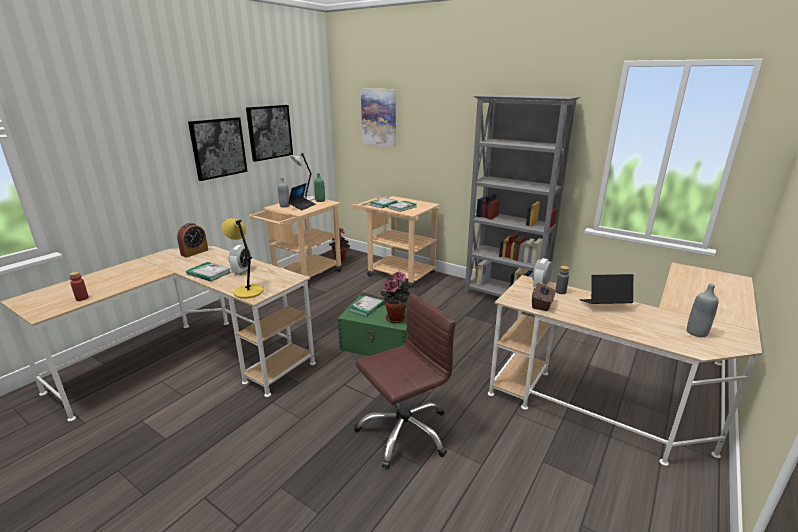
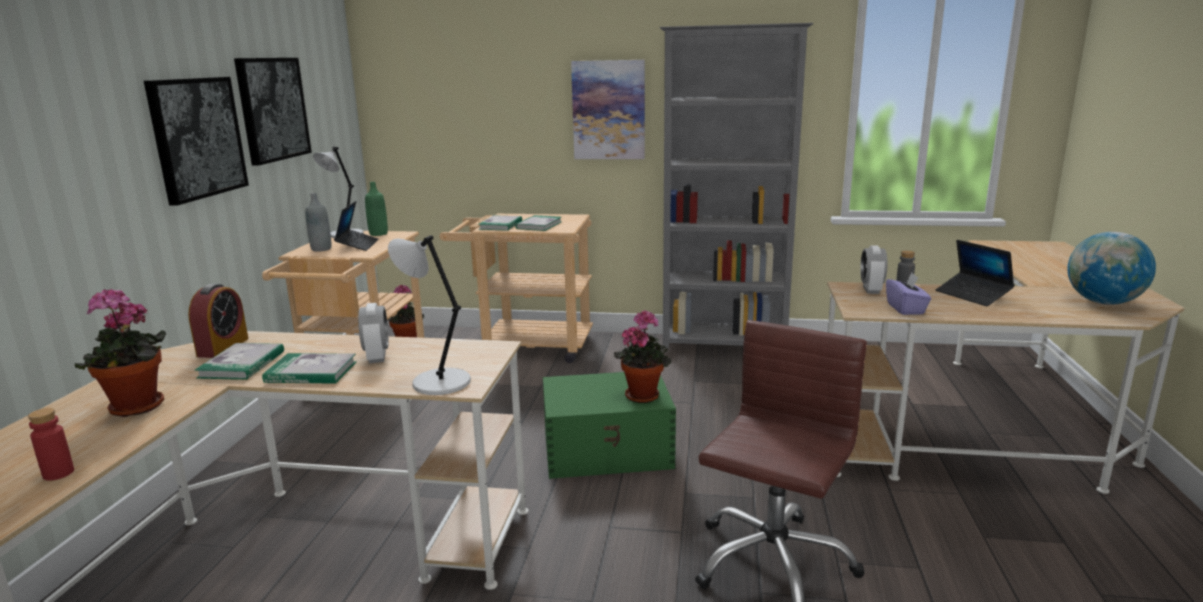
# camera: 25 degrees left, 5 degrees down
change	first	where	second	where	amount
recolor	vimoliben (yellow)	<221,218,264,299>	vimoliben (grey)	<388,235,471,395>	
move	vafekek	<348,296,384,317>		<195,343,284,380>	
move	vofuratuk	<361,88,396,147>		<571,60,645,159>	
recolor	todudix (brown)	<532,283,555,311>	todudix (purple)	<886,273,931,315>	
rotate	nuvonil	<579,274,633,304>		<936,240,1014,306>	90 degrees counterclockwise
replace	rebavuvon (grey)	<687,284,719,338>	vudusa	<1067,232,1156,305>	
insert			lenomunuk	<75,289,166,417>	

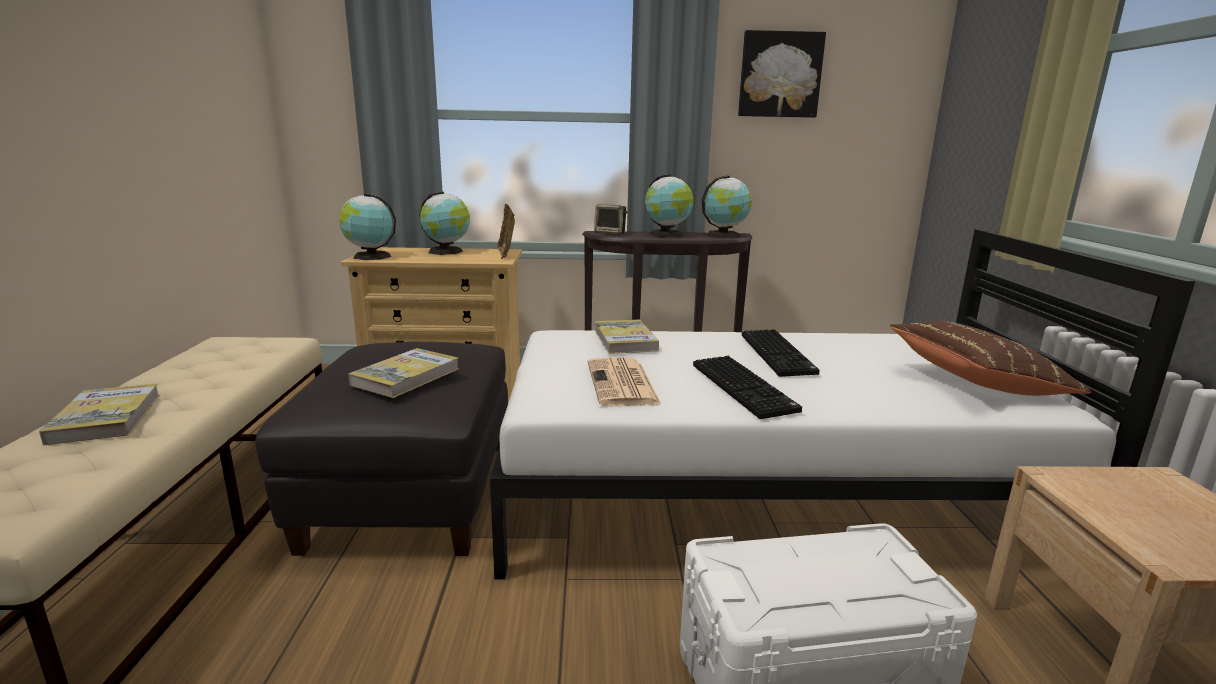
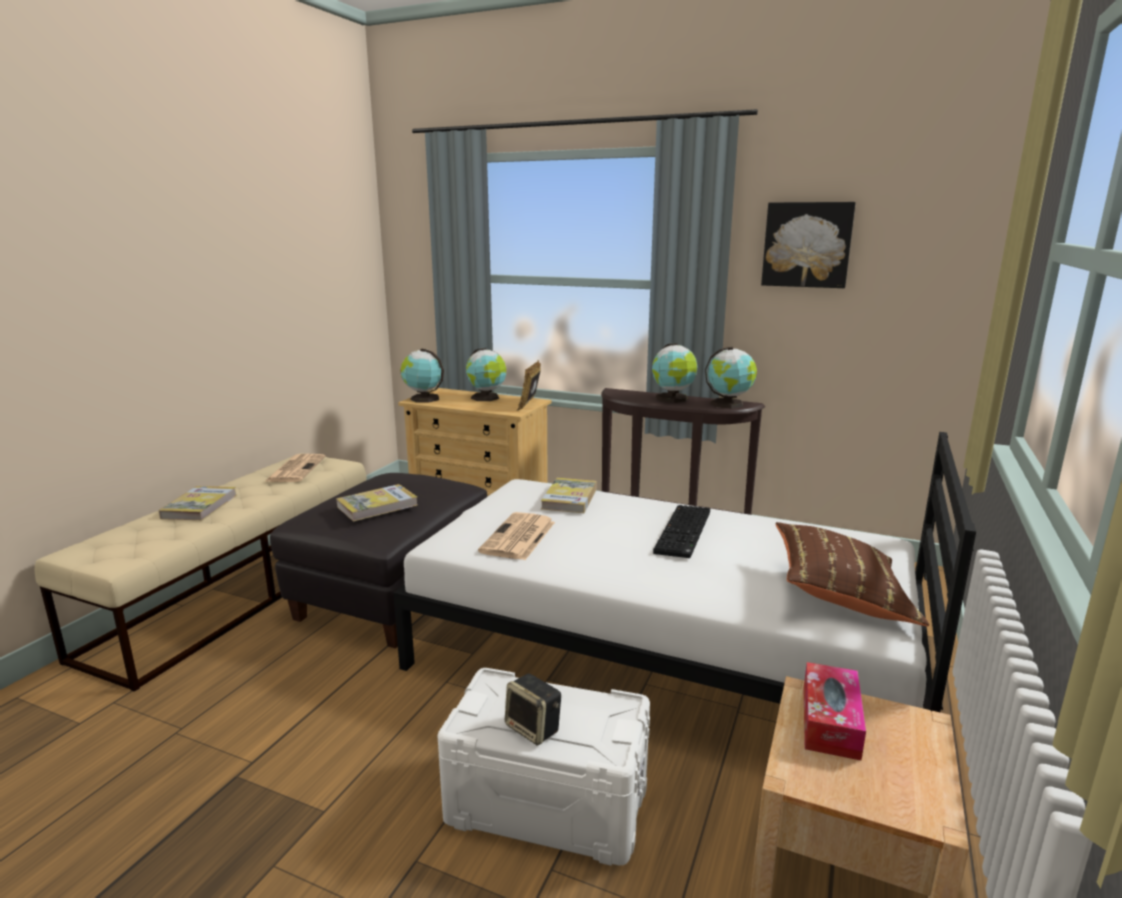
# camera: 25 degrees right, 0 degrees up
change	first	where	second	where	amount
move	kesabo	<594,204,628,235>		<505,673,561,746>	
delete	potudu	<693,356,802,419>			
insert			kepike	<264,454,326,482>	
insert			todudix	<803,662,866,761>	

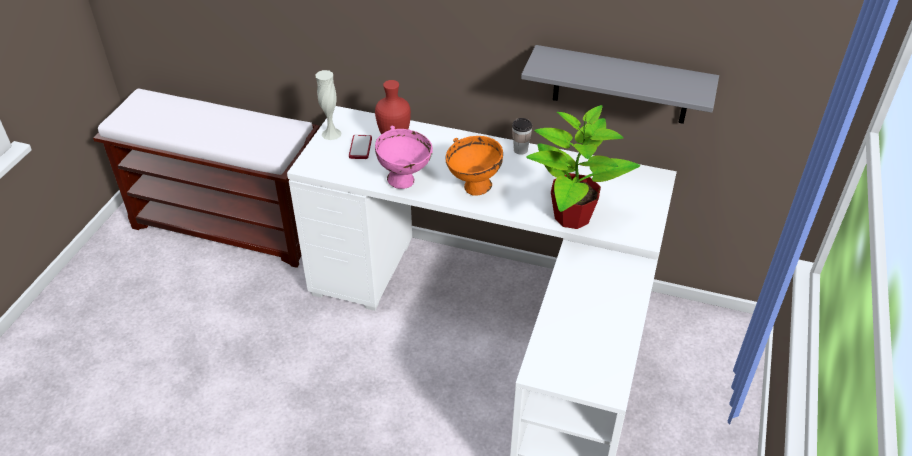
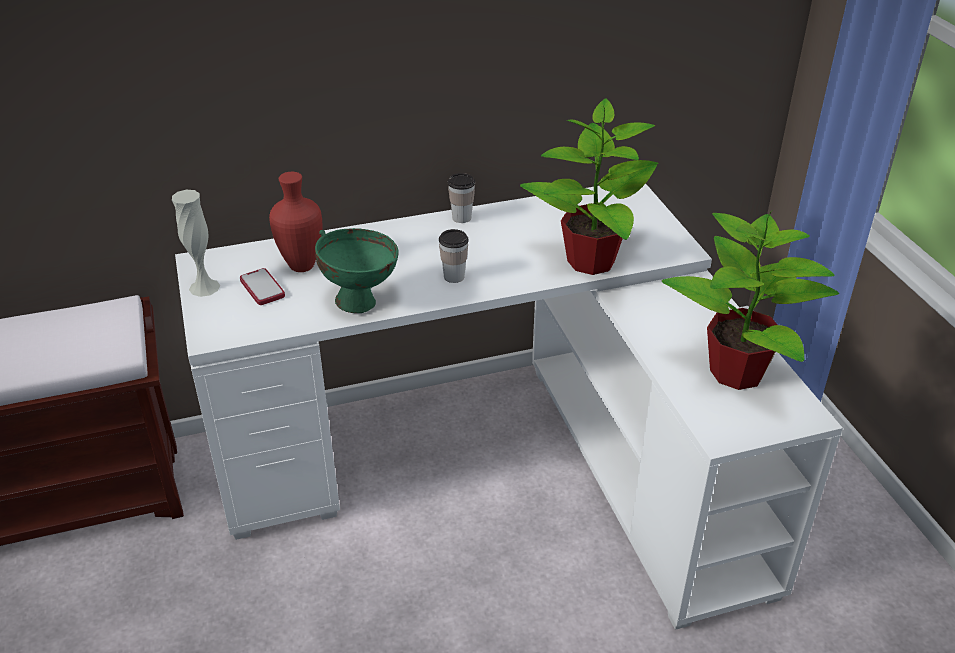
# camera: 35 degrees left, 5 degrees down
change	first	where	second	where	amount
recolor	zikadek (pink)	<375,126,433,189>	zikadek (green)	<315,228,399,313>	
replace	zikadek (orange)	<446,136,503,196>	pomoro	<439,229,469,283>	
delete	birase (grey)	<521,45,719,124>			
insert			lenomunuk	<662,210,839,390>	

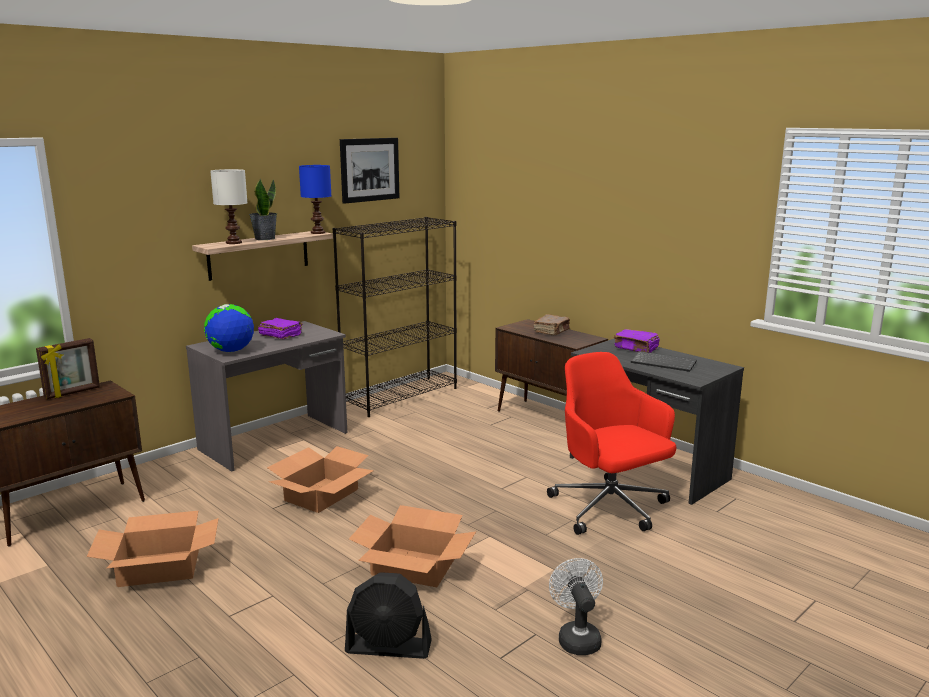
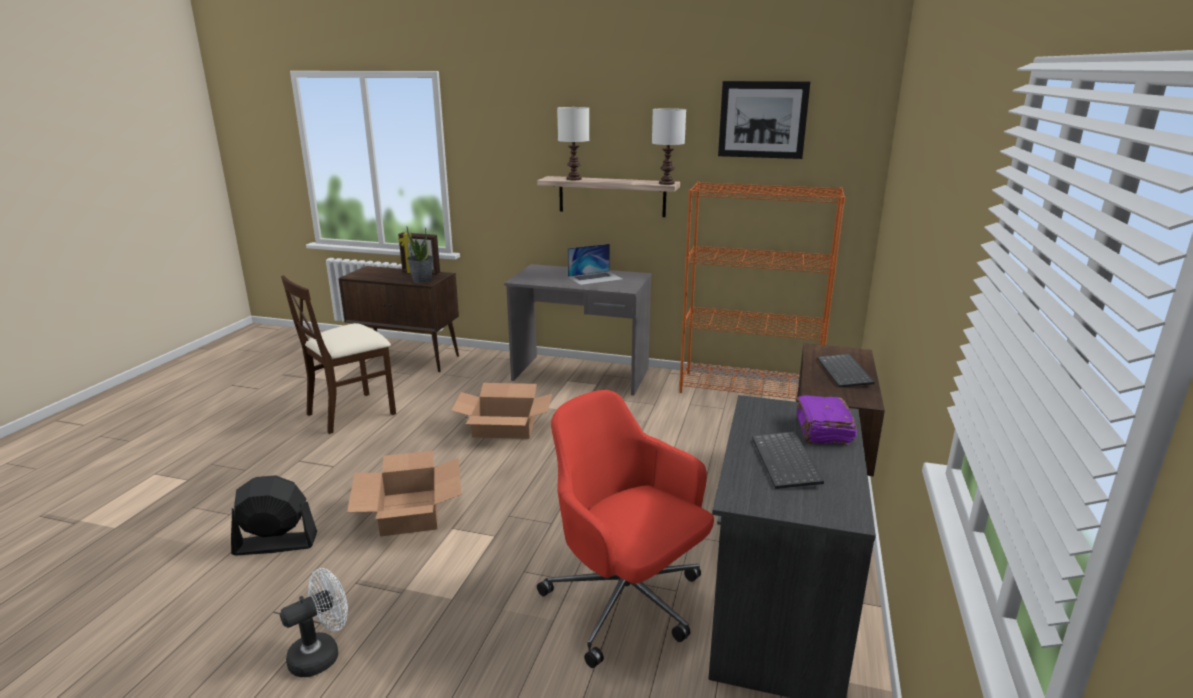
# camera: 60 degrees right, 5 degrees up
change	first	where	second	where	amount
replace	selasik	<87,511,219,587>	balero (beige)	<281,275,396,434>	
delete	vudusa	<204,304,254,352>			
move	lenomunuk	<249,179,277,240>		<406,226,433,283>	
replace	vafekek (purple)	<258,318,303,339>	nuvonil	<567,244,623,285>	
recolor	vimoliben (blue)	<299,165,331,234>	vimoliben (white)	<652,108,686,185>	
recolor	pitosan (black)	<333,217,457,417>	pitosan (orange)	<679,182,845,399>	
rotate	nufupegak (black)	<345,572,432,659>		<231,475,317,555>	105 degrees clockwise
replace	vafekek (brown)	<534,314,570,335>	potudu	<817,354,875,387>	
rotate	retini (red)	<547,352,676,535>		<537,390,714,668>	75 degrees counterclockwise

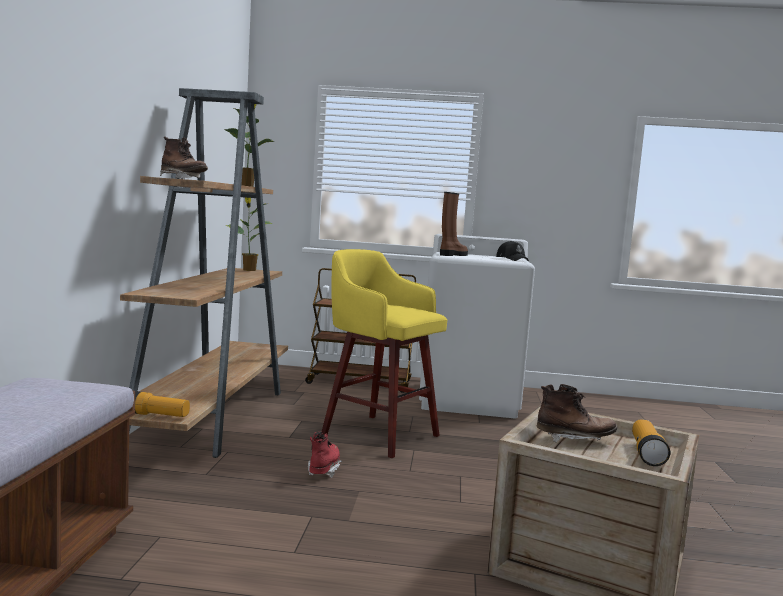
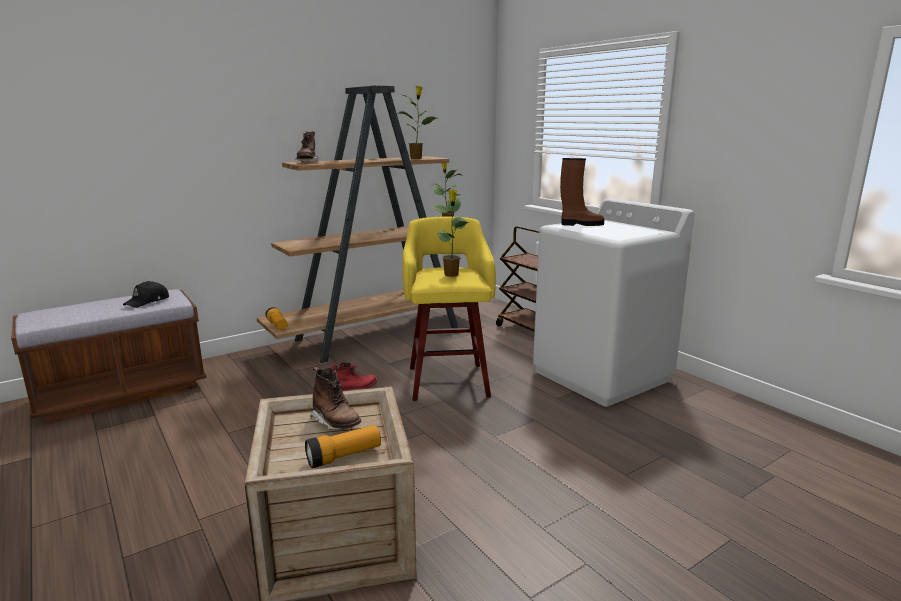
# camera: 50 degrees right, 10 degrees up
change	first	where	second	where	amount
move	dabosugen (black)	<496,241,529,261>		<123,281,169,308>	
insert			lenomunuk	<432,190,469,277>	

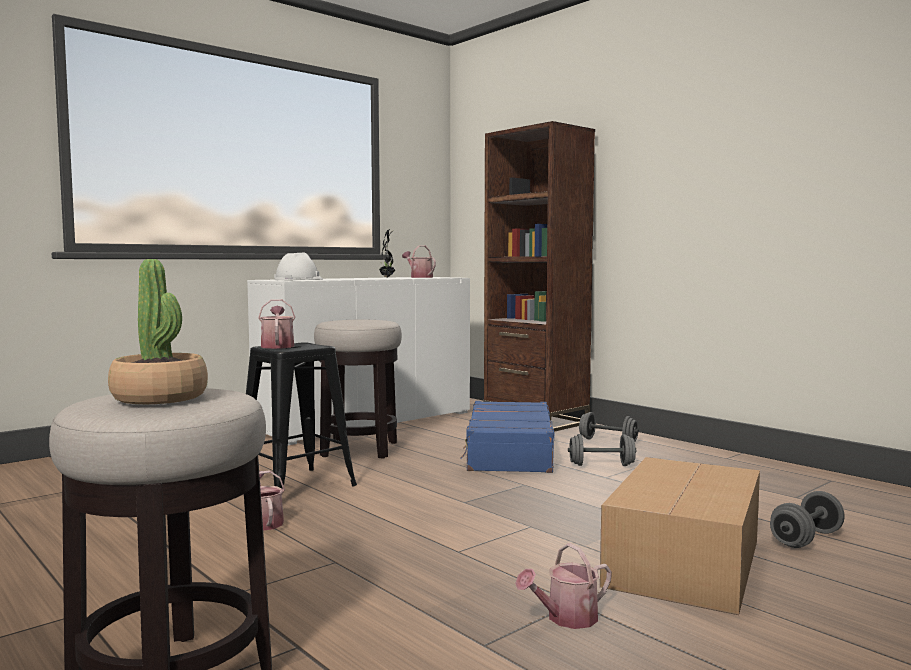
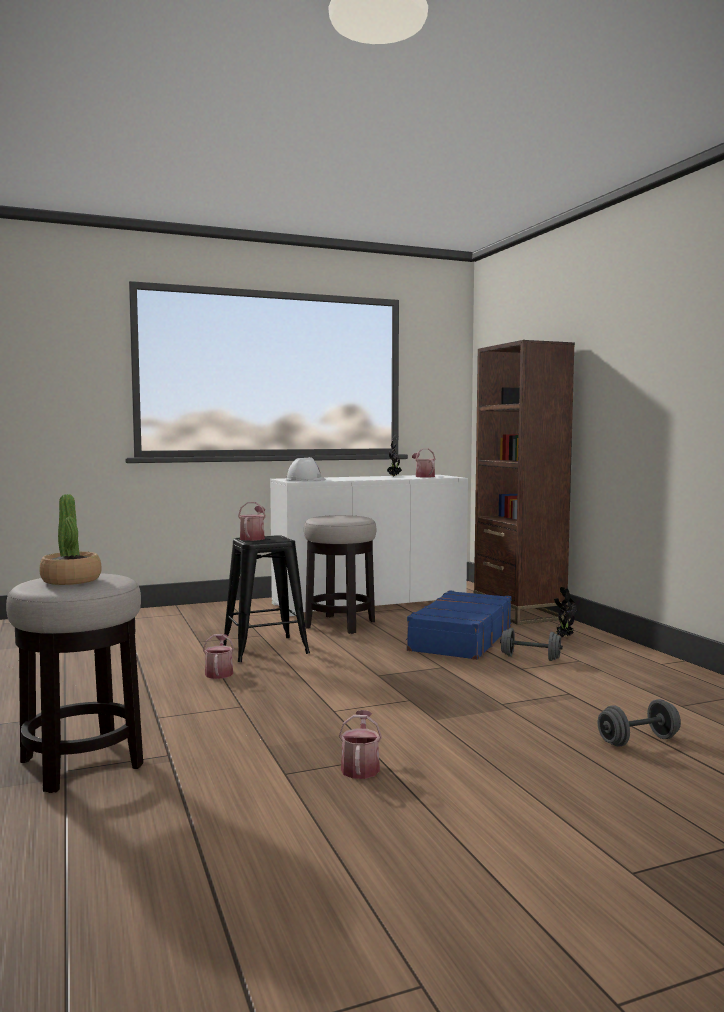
# camera: 20 degrees right, 0 degrees up
change	first	where	second	where	amount
rotate	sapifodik	<515,543,612,629>		<339,710,382,779>	105 degrees clockwise
replace	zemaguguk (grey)	<579,412,639,441>	lenomunuk	<554,587,577,637>	
delete	selasik	<600,457,760,615>			

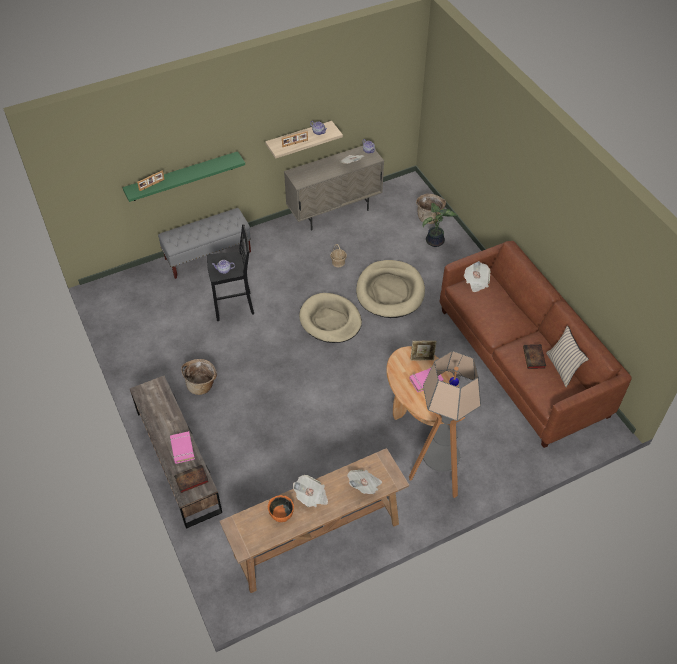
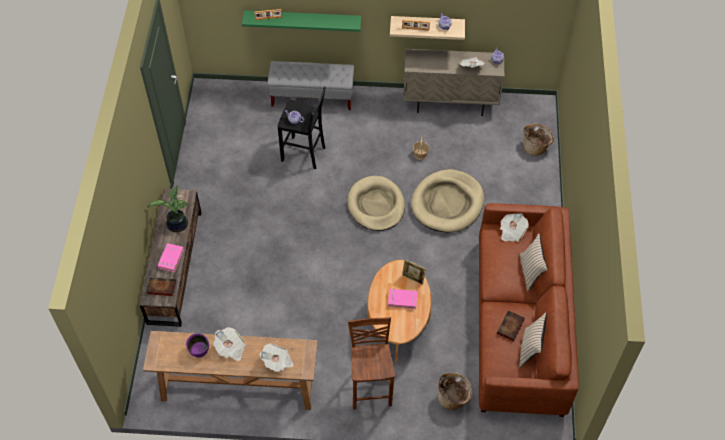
# camera: 30 degrees right, 5 degrees up
change	first	where	second	where	amount
move	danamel	<181,359,217,395>		<438,373,472,410>	
recolor	zikadek (orange)	<268,495,294,522>	zikadek (purple)	<186,333,209,358>	
replace	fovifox	<409,351,481,498>	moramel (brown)	<348,317,395,410>	
move	lenomunuk	<422,203,458,247>		<147,185,189,232>	
insert			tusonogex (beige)	<520,233,548,291>	

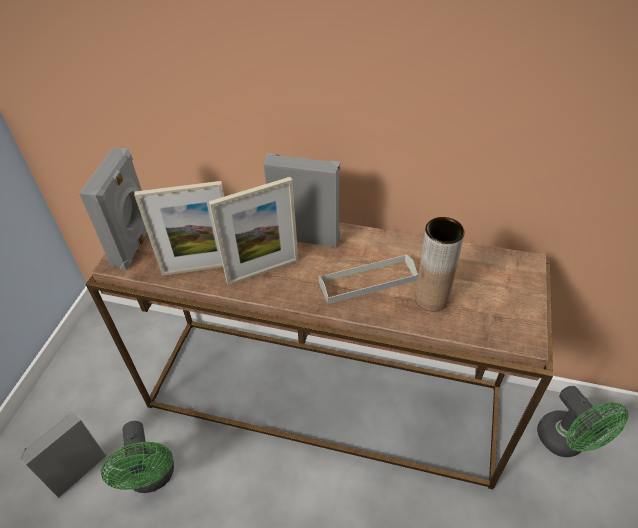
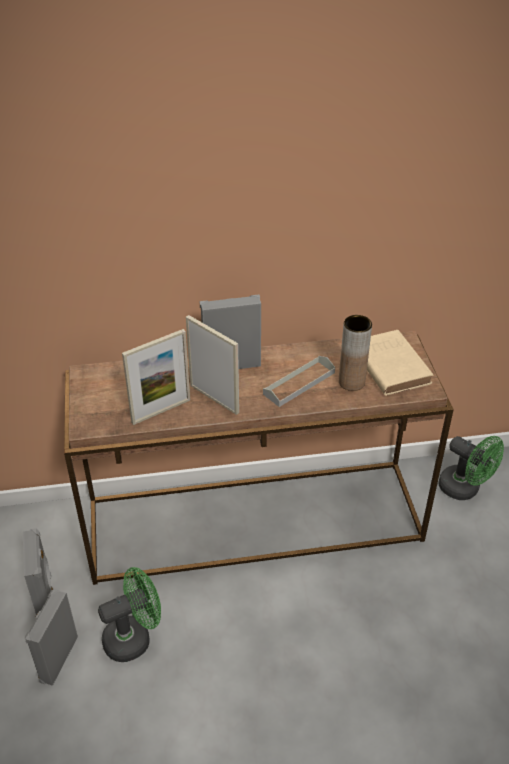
# camera: 25 degrees left, 5 degrees down
change	first	where	second	where	amount
move	kesabo (grey)	<79,148,147,270>		<23,528,53,615>	
rotate	nufupegak (green)	<101,421,174,493>		<98,567,161,662>	75 degrees counterclockwise
rotate	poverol	<209,177,298,285>		<186,315,239,415>	90 degrees counterclockwise
insert			vafekek (beige)	<367,330,434,396>	

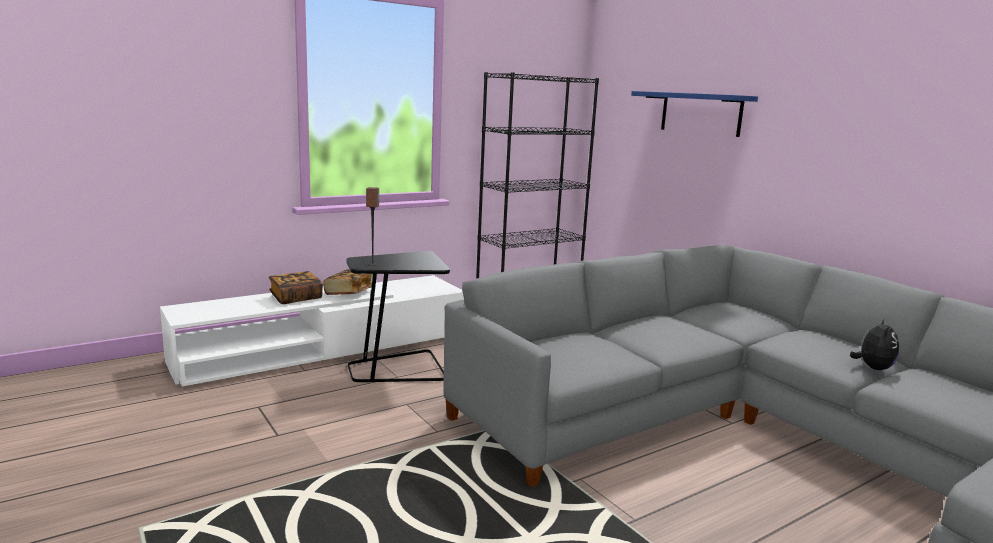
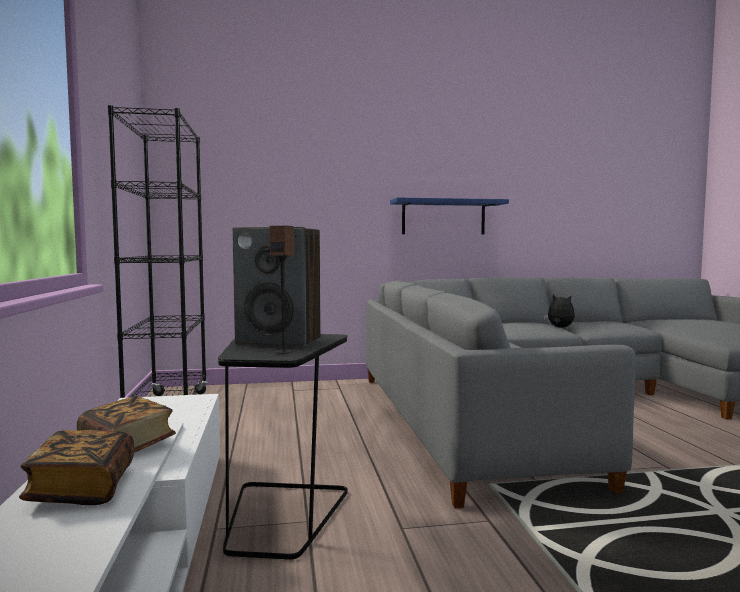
# camera: 65 degrees left, 10 degrees down
change	first	where	second	where	amount
move	birase (blue)	<631,91,758,137>		<390,198,509,234>	
insert			kesabo	<232,227,321,347>	

